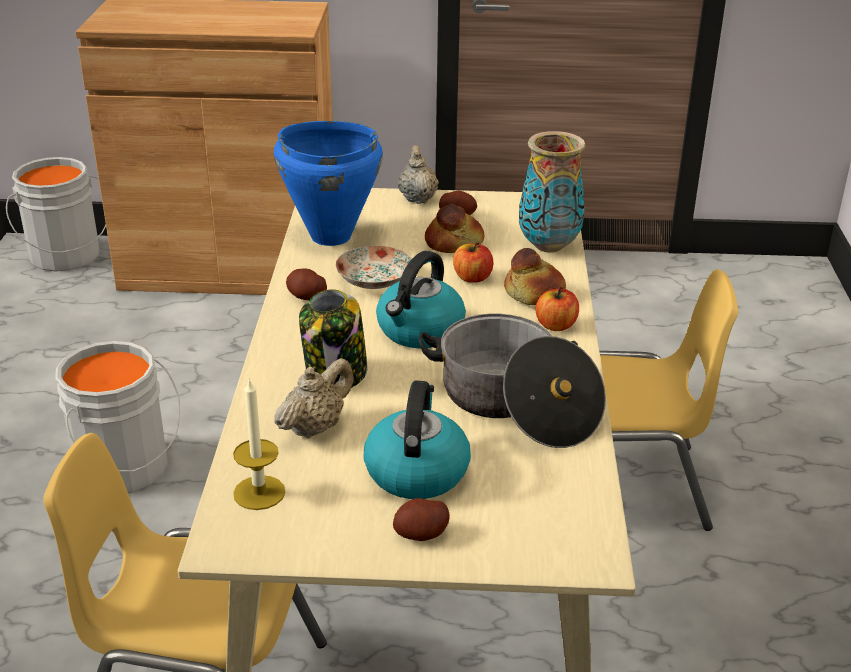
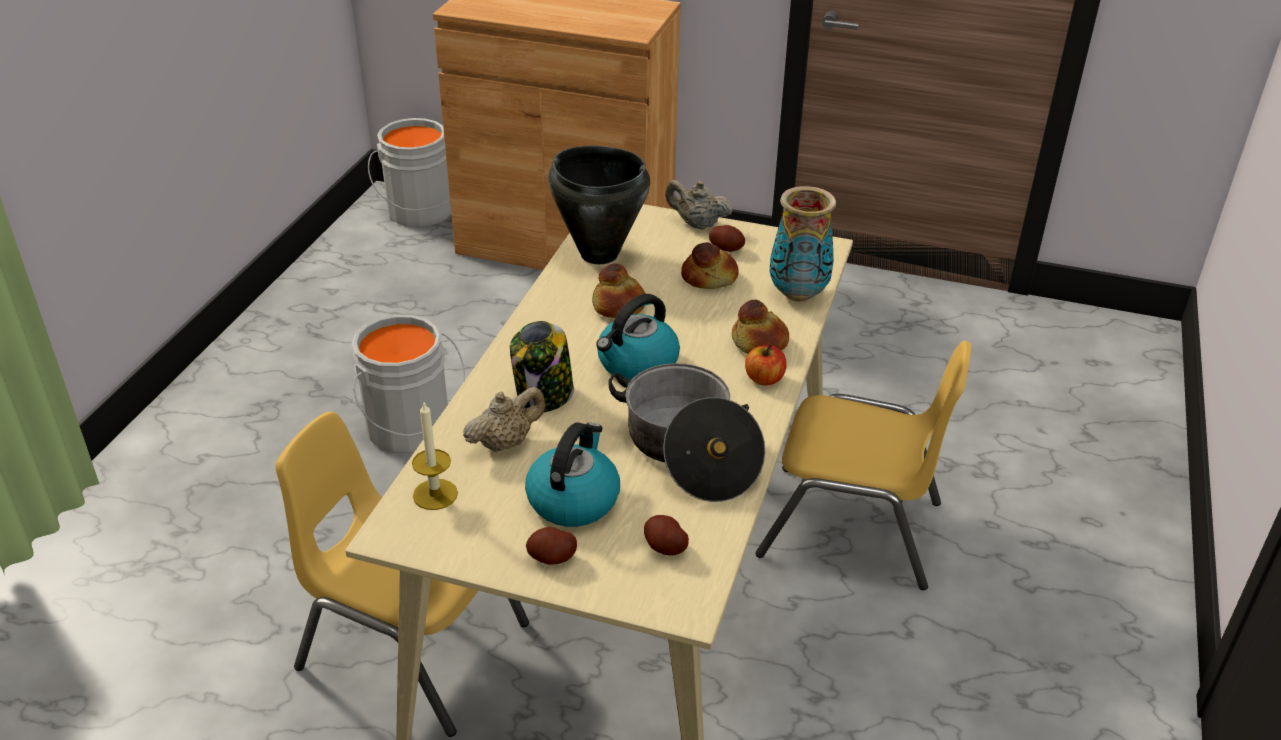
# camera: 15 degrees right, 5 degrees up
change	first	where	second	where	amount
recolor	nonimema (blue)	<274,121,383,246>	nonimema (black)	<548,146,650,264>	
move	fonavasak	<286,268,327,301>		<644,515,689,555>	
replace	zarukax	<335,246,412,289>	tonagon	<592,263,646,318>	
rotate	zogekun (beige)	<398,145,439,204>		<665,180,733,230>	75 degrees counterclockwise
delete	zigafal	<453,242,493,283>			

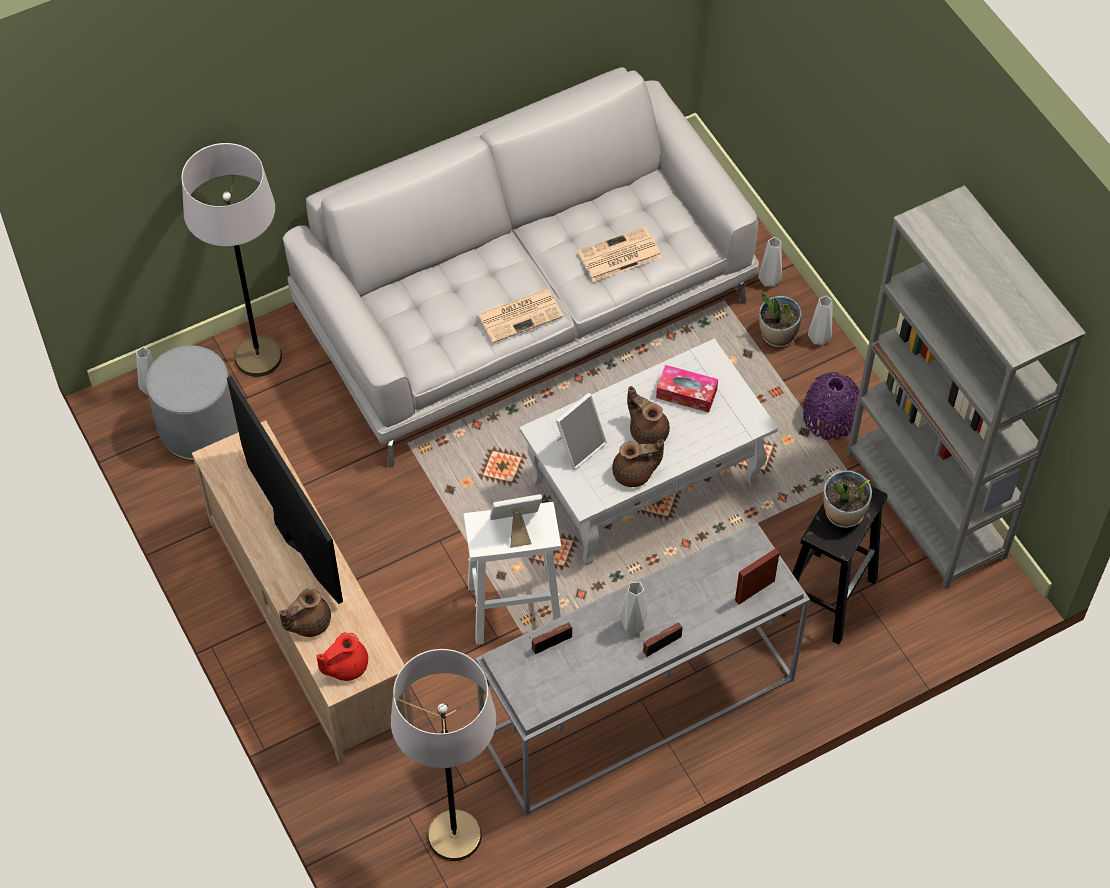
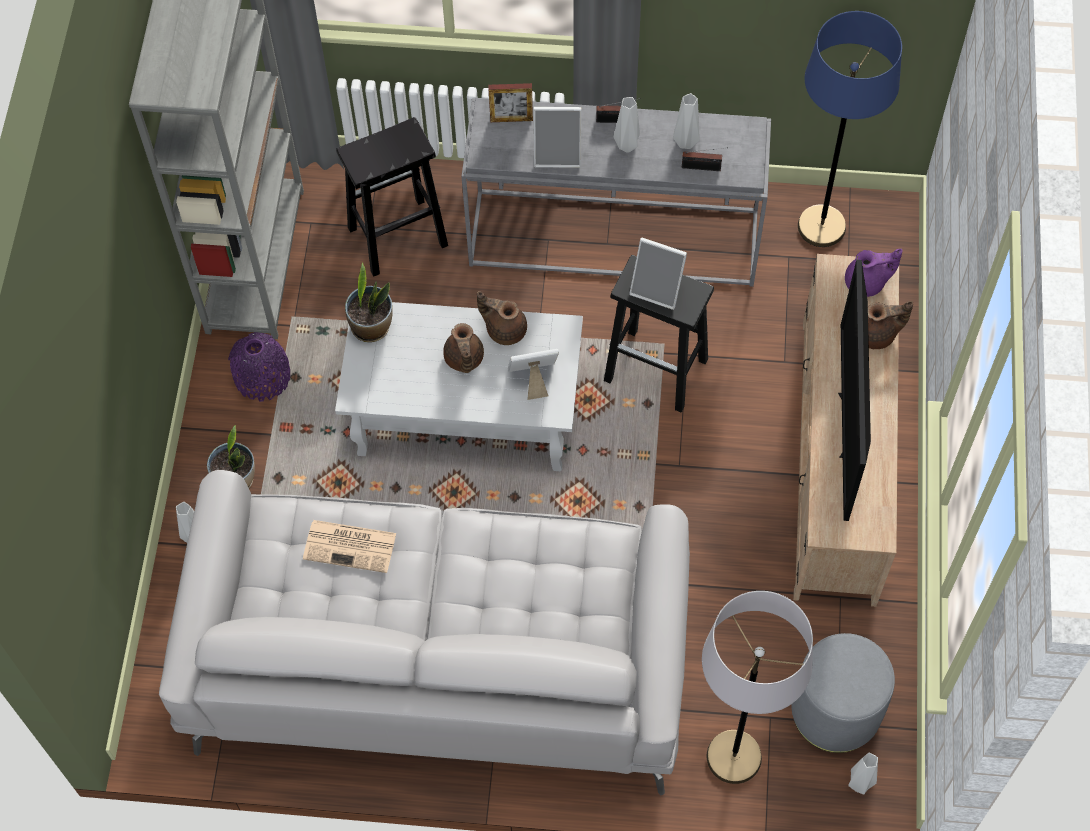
# camera: 145 degrees left, 5 degrees up
change	first	where	second	where	amount
recolor	zogekun (red)	<317,632,368,681>	zogekun (purple)	<845,249,902,297>	
recolor	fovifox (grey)	<391,649,496,861>	fovifox (blue)	<798,11,902,247>	
recolor	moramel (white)	<464,502,561,645>	moramel (black)	<604,255,714,413>	
delete	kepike	<477,289,563,343>			
delete	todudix	<656,365,718,413>			
move	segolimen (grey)	<808,296,833,345>		<673,93,700,149>	
move	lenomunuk	<823,470,872,528>		<345,263,393,342>	
insert			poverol	<534,107,582,168>	

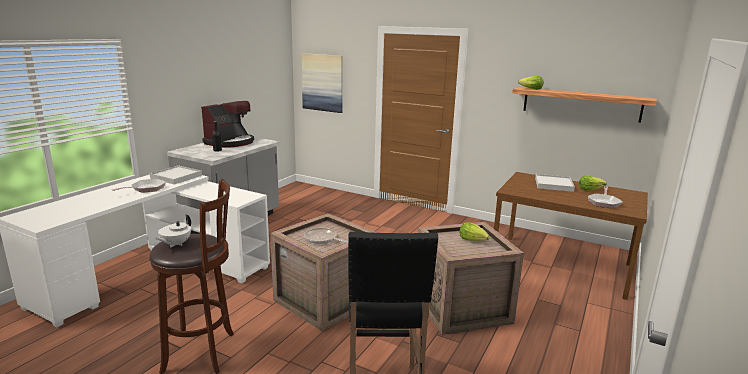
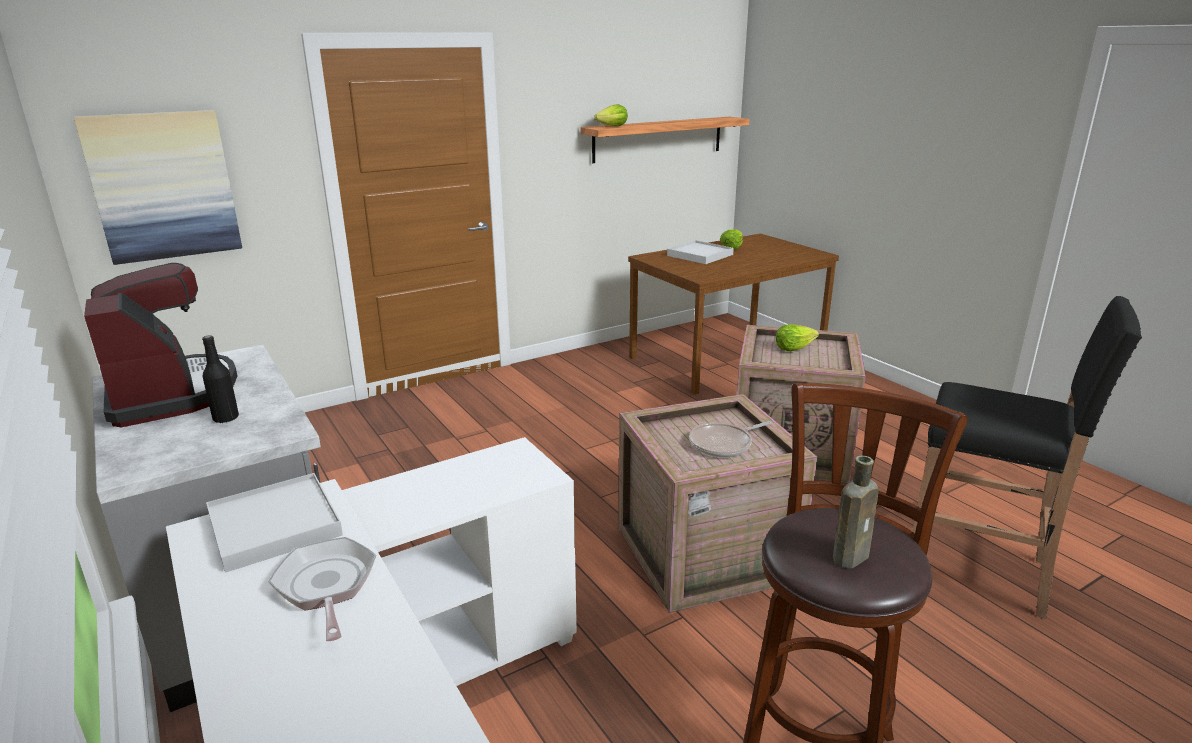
# camera: 60 degrees left, 5 degrees up
change	first	where	second	where	amount
replace	zogekun (white)	<155,214,191,248>	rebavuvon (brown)	<833,456,879,569>	
delete	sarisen	<588,186,623,208>			

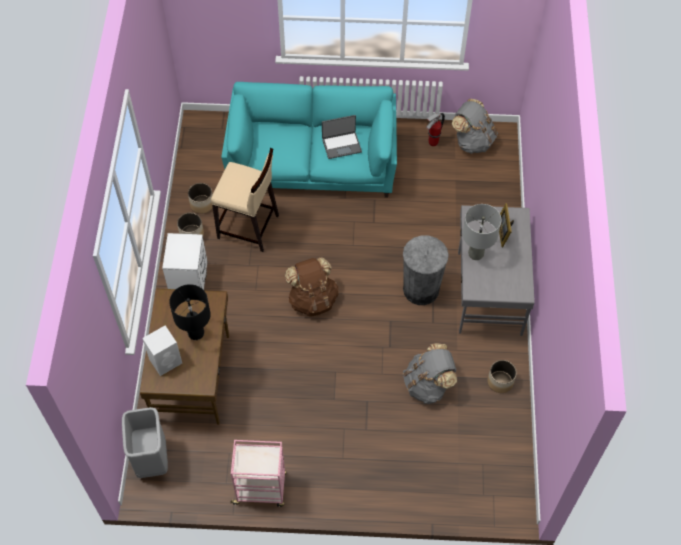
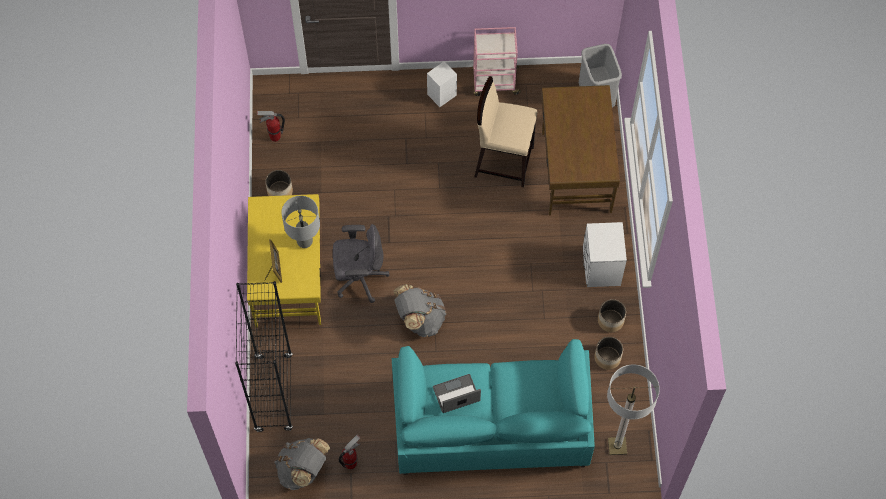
# camera: 175 degrees right, 5 degrees up
change	first	where	second	where	amount
move	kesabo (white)	<142,326,182,376>		<427,61,457,107>	
delete	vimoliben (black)	<169,284,211,340>			
move	moramel (beige)	<211,148,279,252>		<474,76,537,188>	
delete	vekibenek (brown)	<285,257,338,317>			
replace	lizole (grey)	<403,236,449,305>	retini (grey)	<333,224,389,303>	
move	vekibenek (grey)	<403,343,457,404>		<393,284,446,337>	
recolor	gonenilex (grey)	<458,205,535,336>	gonenilex (yellow)	<247,194,321,328>	
insert			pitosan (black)	<235,281,293,432>	
insert			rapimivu	<257,111,285,142>	
insert			fovifox	<607,364,660,455>	

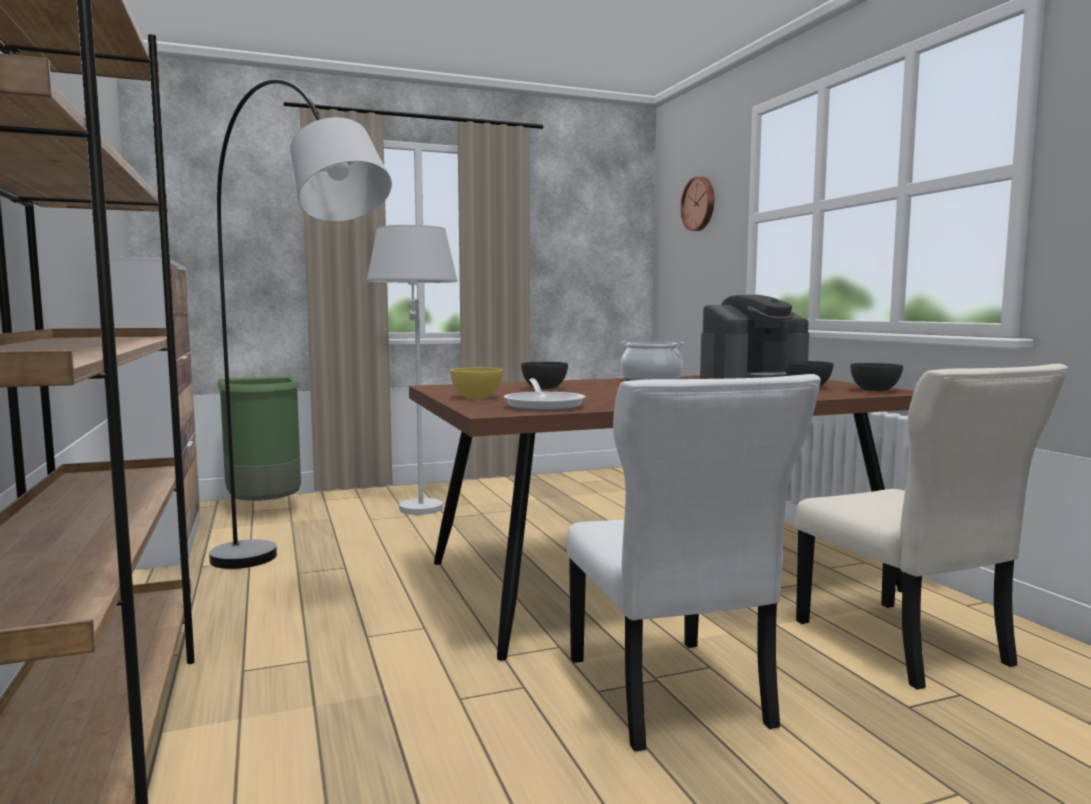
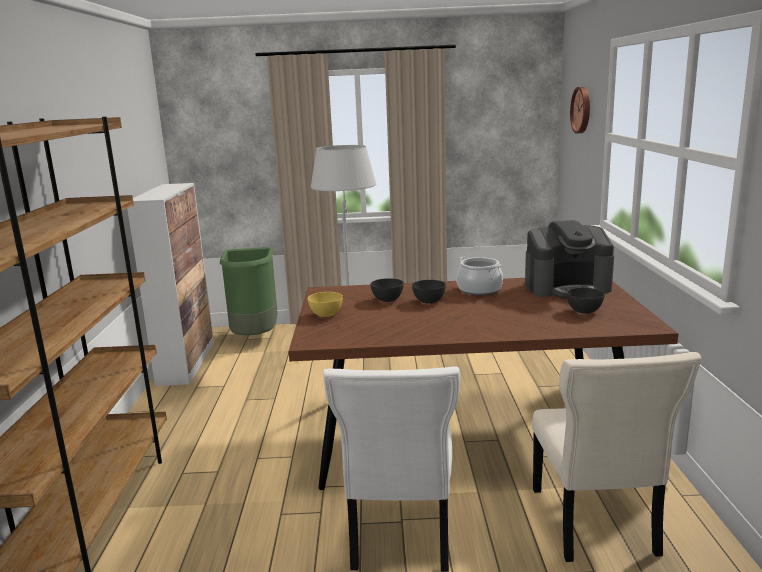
# camera: 20 degrees right, 10 degrees up
change	first	where	second	where	amount
delete	fovifox (grey)	<209,79,392,569>			
delete	sarisen	<504,378,586,411>			
move	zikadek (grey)	<850,363,903,391>		<412,280,446,304>	

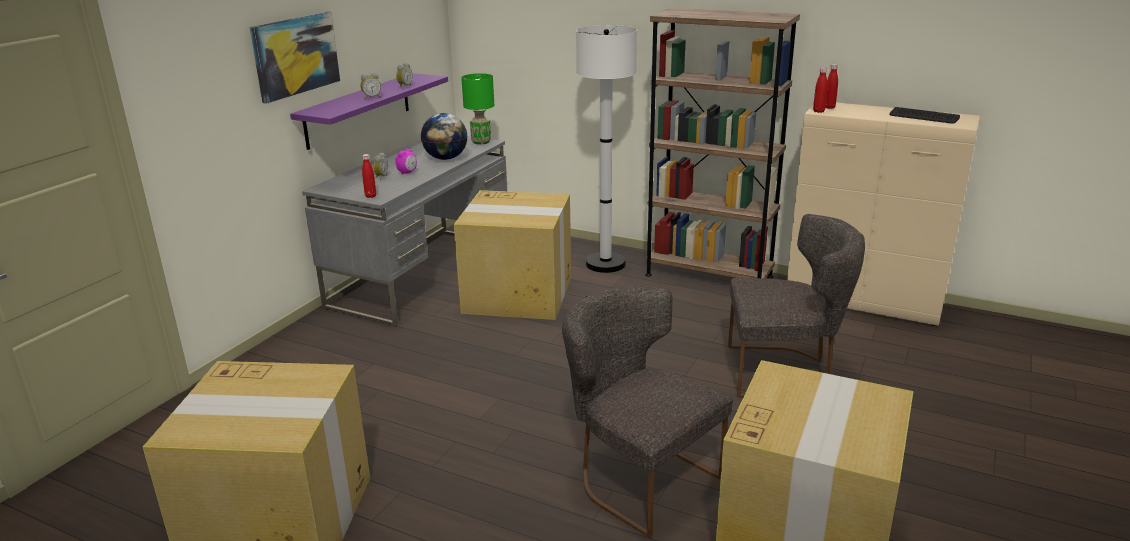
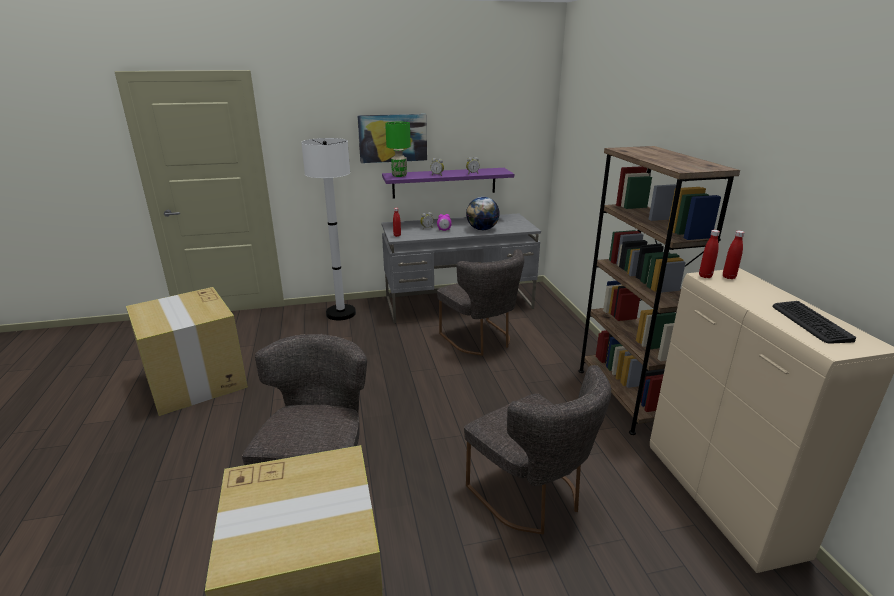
# camera: 50 degrees right, 0 degrees up
change	first	where	second	where	amount
replace	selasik	<454,190,571,320>	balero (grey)	<437,249,524,356>	
move	vimoliben (green)	<461,73,494,144>		<385,122,411,177>	
move	fovifox (white)	<576,25,637,273>		<301,138,356,320>	

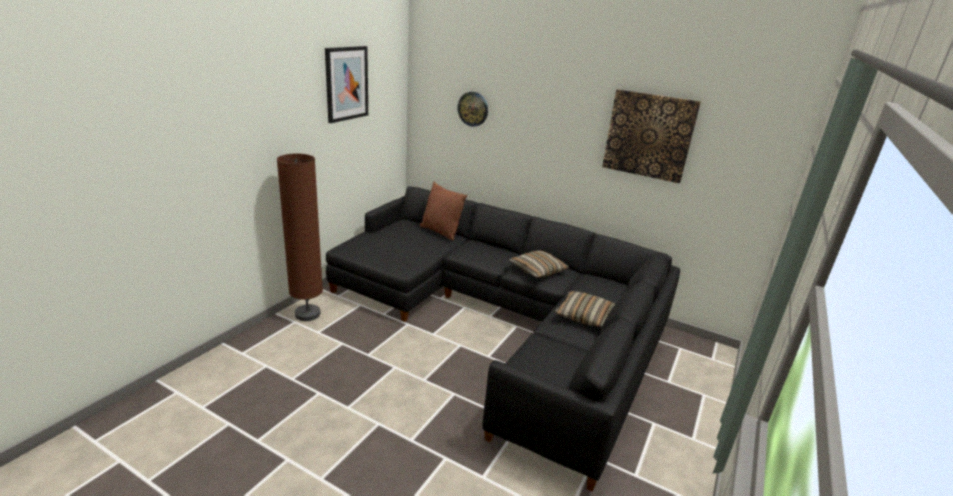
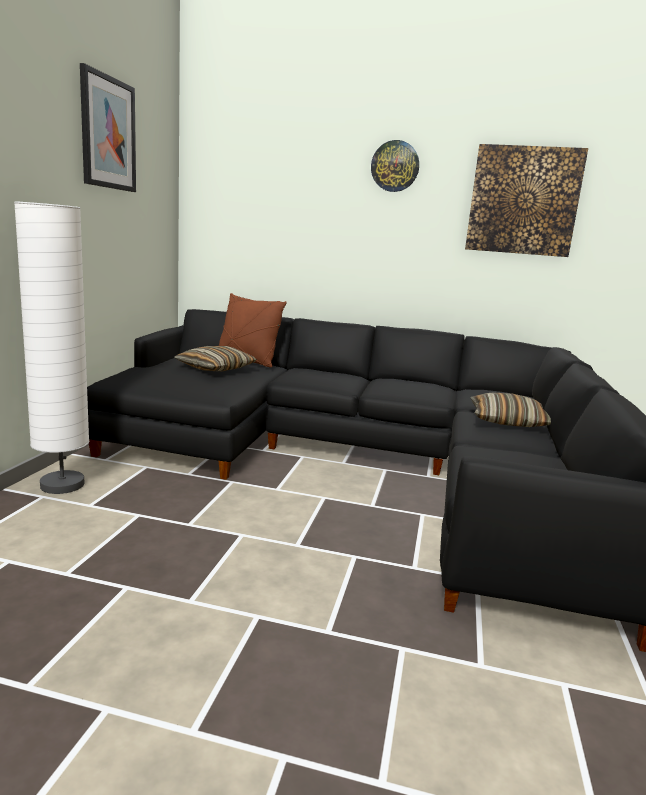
# camera: 15 degrees left, 10 degrees down
change	first	where	second	where	amount
recolor	fovifox (brown)	<277,154,323,321>	fovifox (white)	<14,201,89,494>	
move	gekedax	<458,92,488,127>		<371,140,419,192>	
move	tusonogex	<509,250,568,278>		<174,346,257,371>	

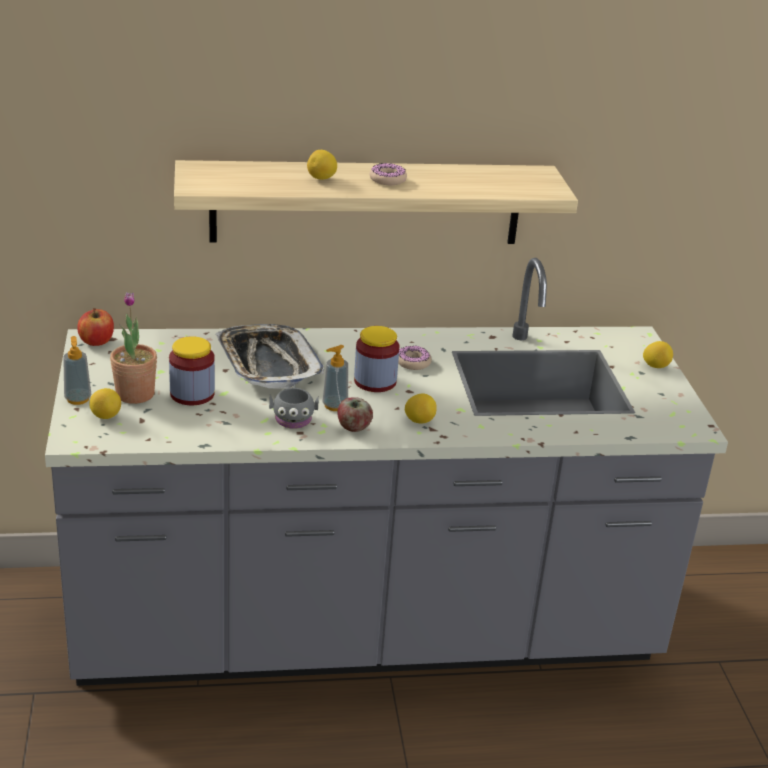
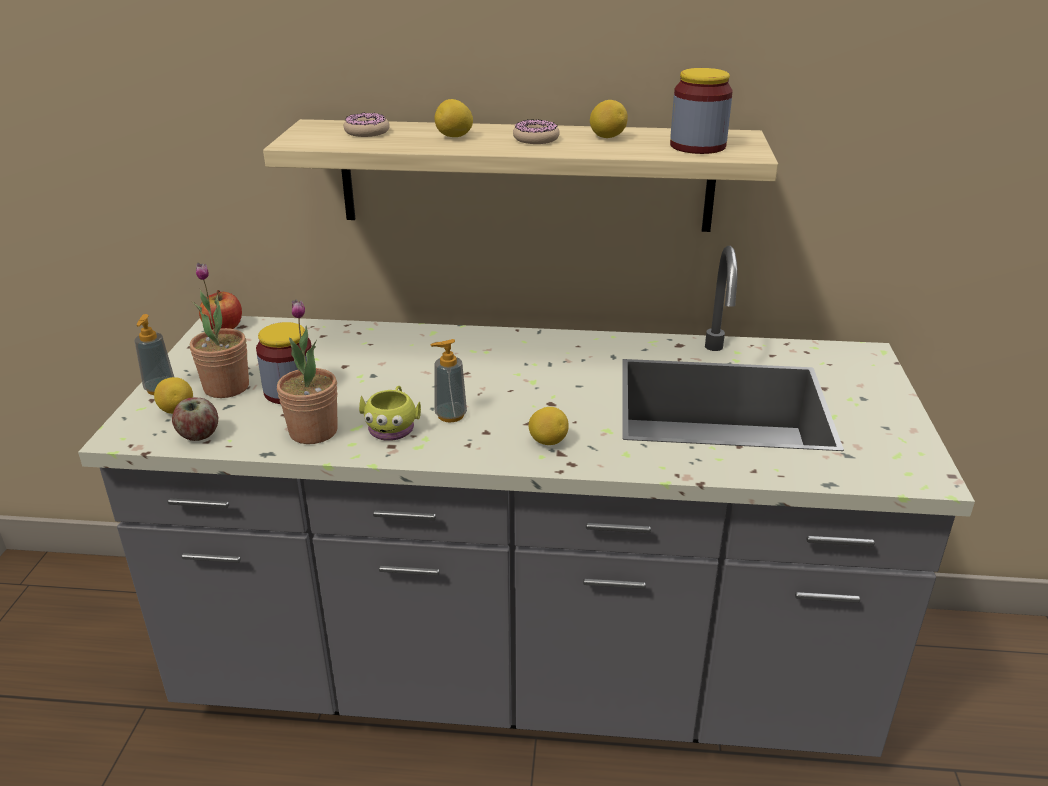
# camera: 15 degrees right, 0 degrees up
change	first	where	second	where	amount
delete	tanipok	<215,324,325,389>			
recolor	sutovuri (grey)	<269,384,319,429>	sutovuri (yellow)	<359,386,421,441>	
move	zigafal	<337,397,373,432>		<172,398,218,441>	
move	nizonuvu	<354,326,399,392>		<670,68,733,154>	
move	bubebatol	<398,346,432,370>		<344,113,390,137>	
move	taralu	<643,341,673,368>		<590,100,628,138>	
insert			lenomunuk	<277,299,338,444>	

